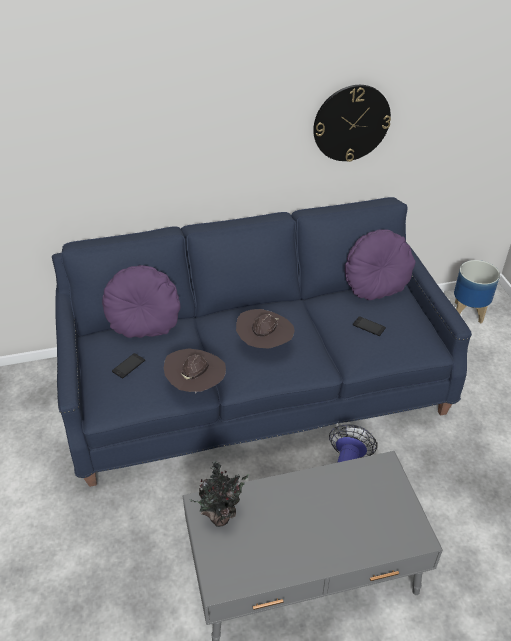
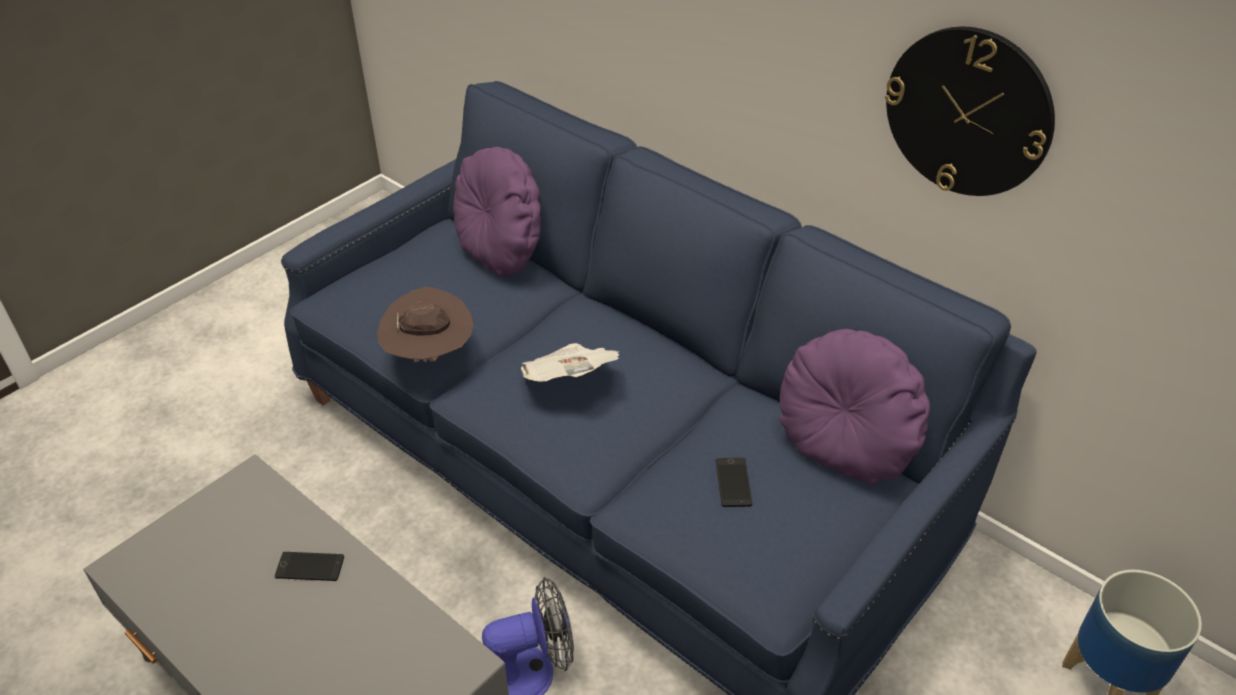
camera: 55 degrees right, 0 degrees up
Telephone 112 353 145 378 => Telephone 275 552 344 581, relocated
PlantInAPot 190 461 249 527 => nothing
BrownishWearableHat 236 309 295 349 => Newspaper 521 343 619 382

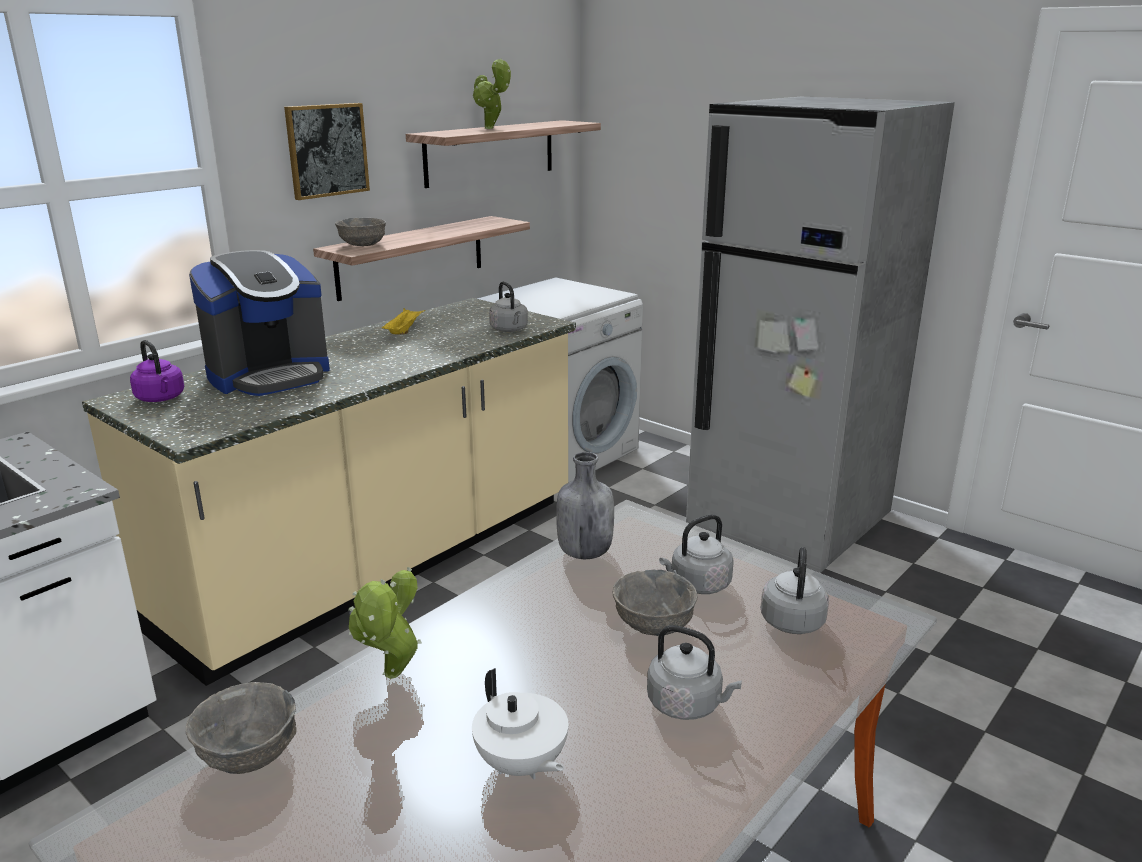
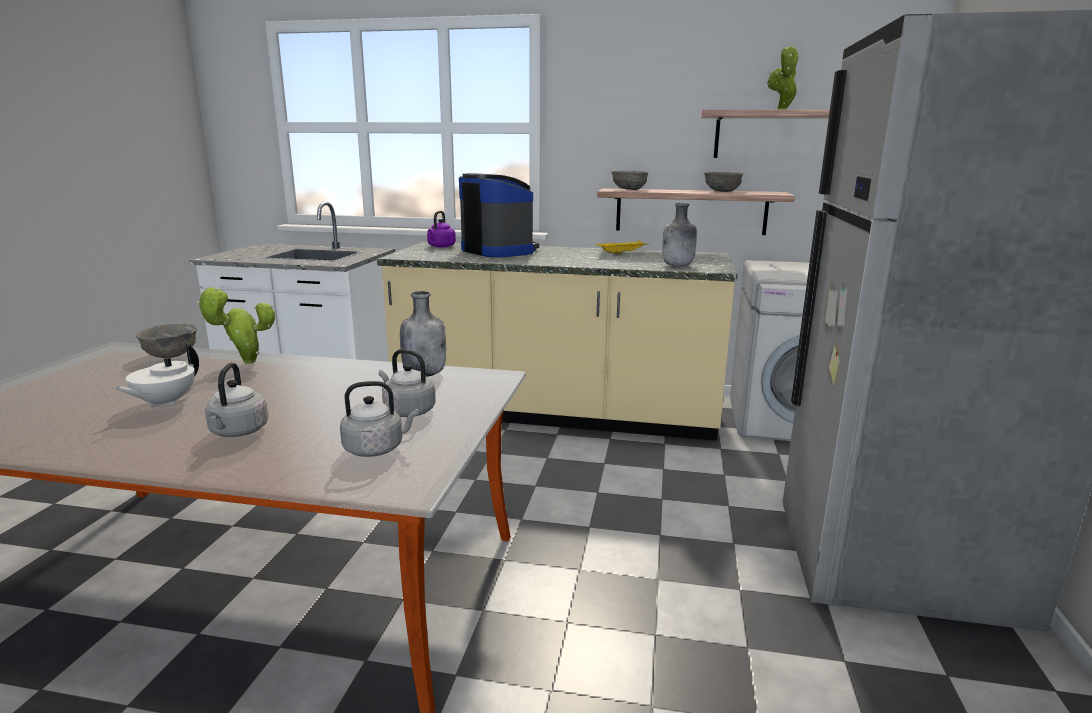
camera: 60 degrees right, 5 degrees down
CoffeeBrewer 189 250 330 396 => CoffeeBrewer 459 173 539 257, 150 degrees counterclockwise
WallArt 284 103 370 200 => nothing
GreyishKettle 489 282 528 332 => GreyishBottle 662 203 697 267
GreyishServingBowl 612 570 698 636 => GreyishServingBowl 704 172 743 192, relocated

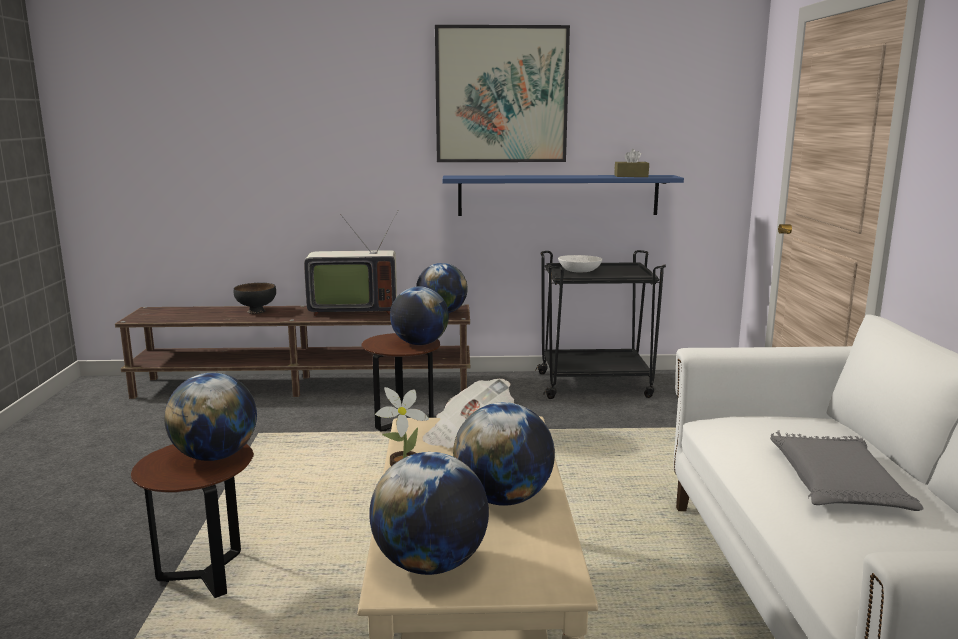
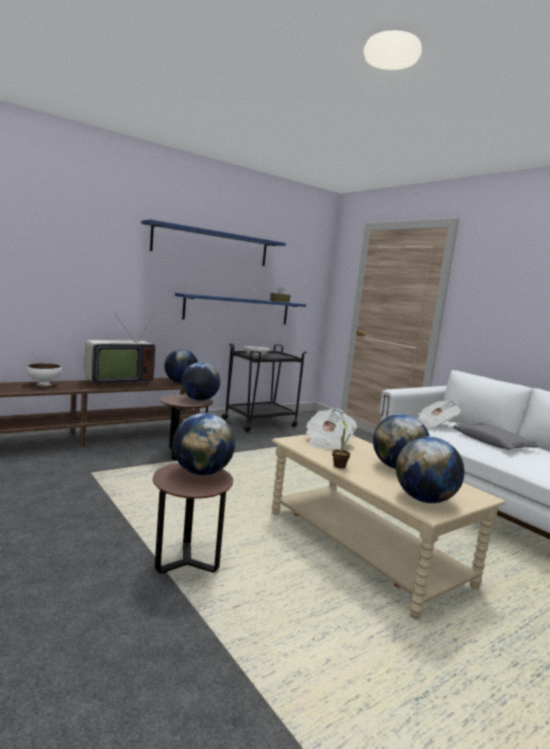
camera: 35 degrees left, 5 degrees down
BlackishServingBowl 234 283 276 314 => WhiteColouredServingBowl 27 363 62 386
WallArt 435 25 570 162 => BlueColouredShelf 141 219 286 266
nothing => Newspaper 417 401 461 428

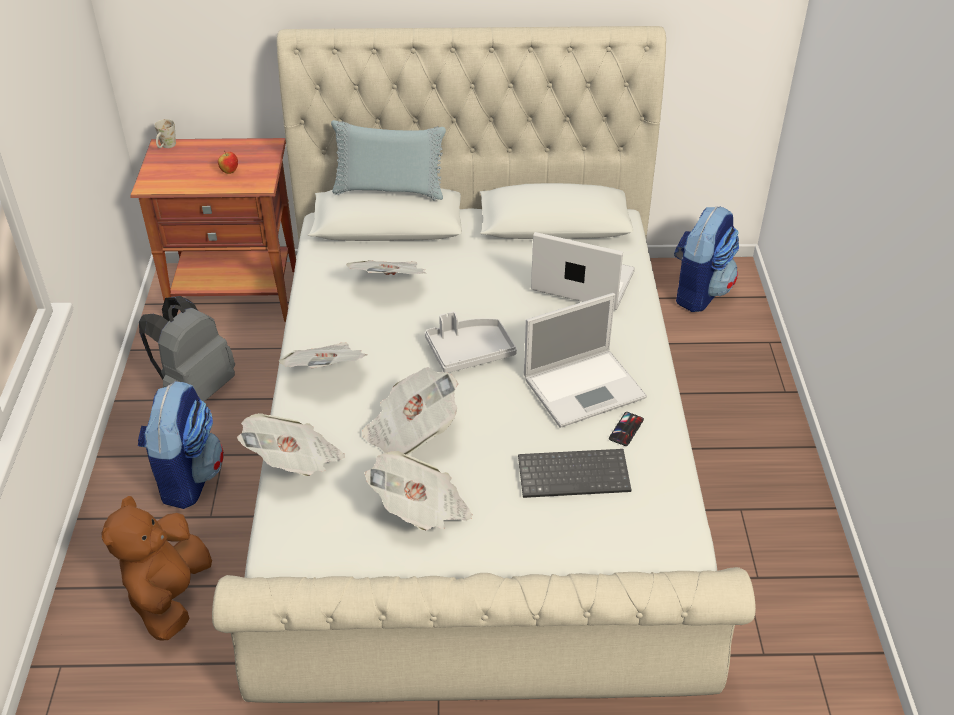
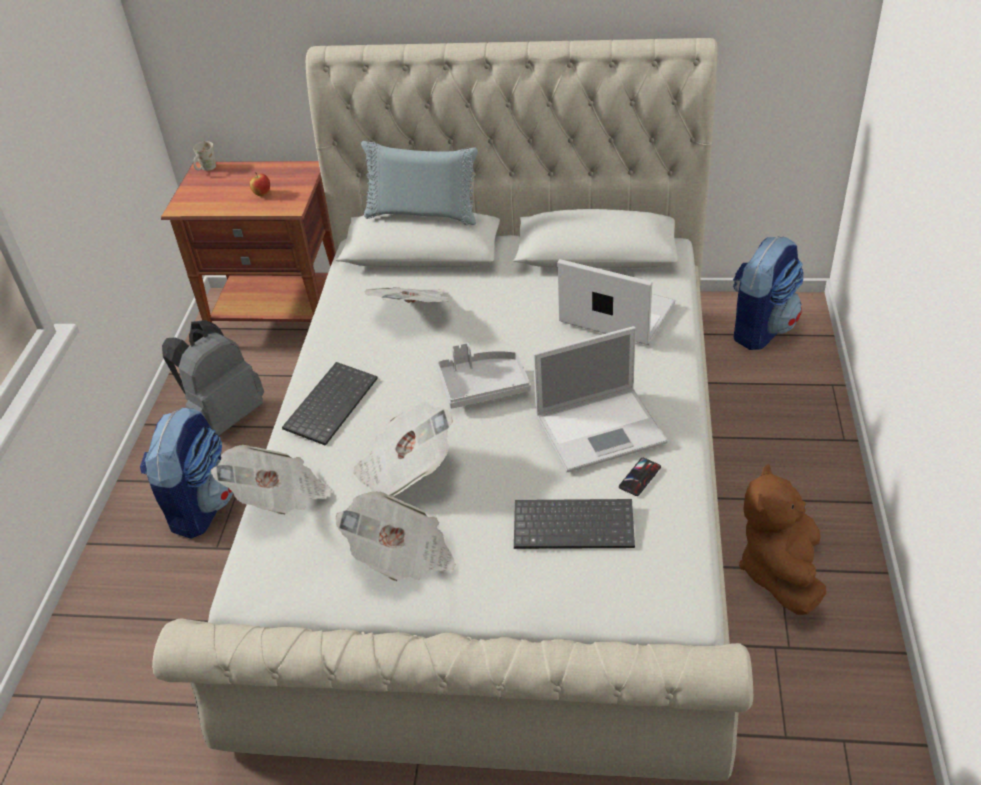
camera: 10 degrees right, 0 degrees up
BrownishPlushToy 101 496 212 641 => BrownishPlushToy 739 464 826 615, relocated
Newspaper 279 343 367 368 => ComputerKeyboard 282 362 378 446

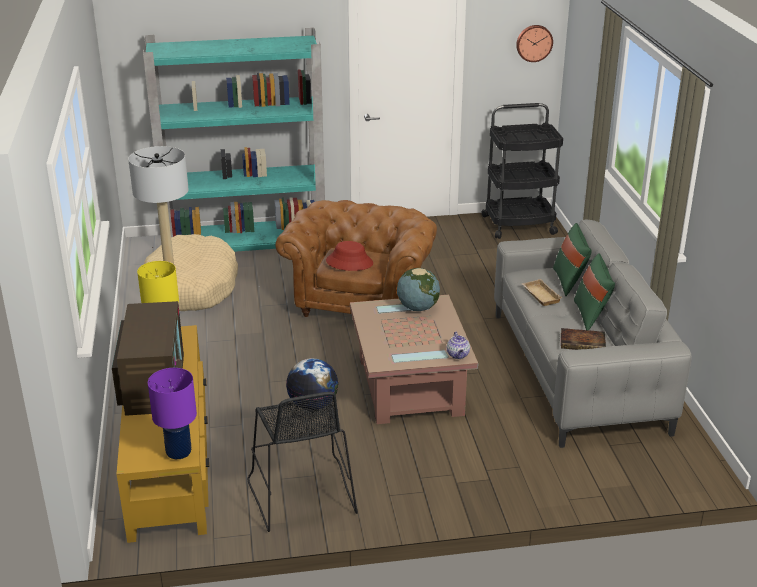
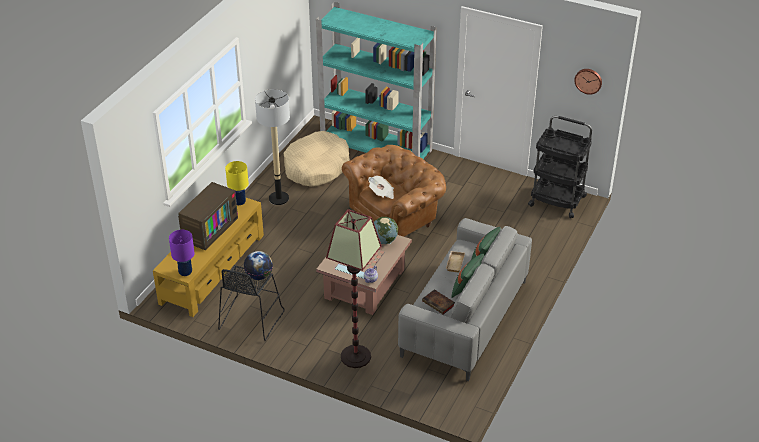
camera: 35 degrees right, 10 degrees up
RedColouredWearableHat 326 241 373 271 => Newspaper 368 176 394 199
nothing => StandardLamp 326 209 382 368

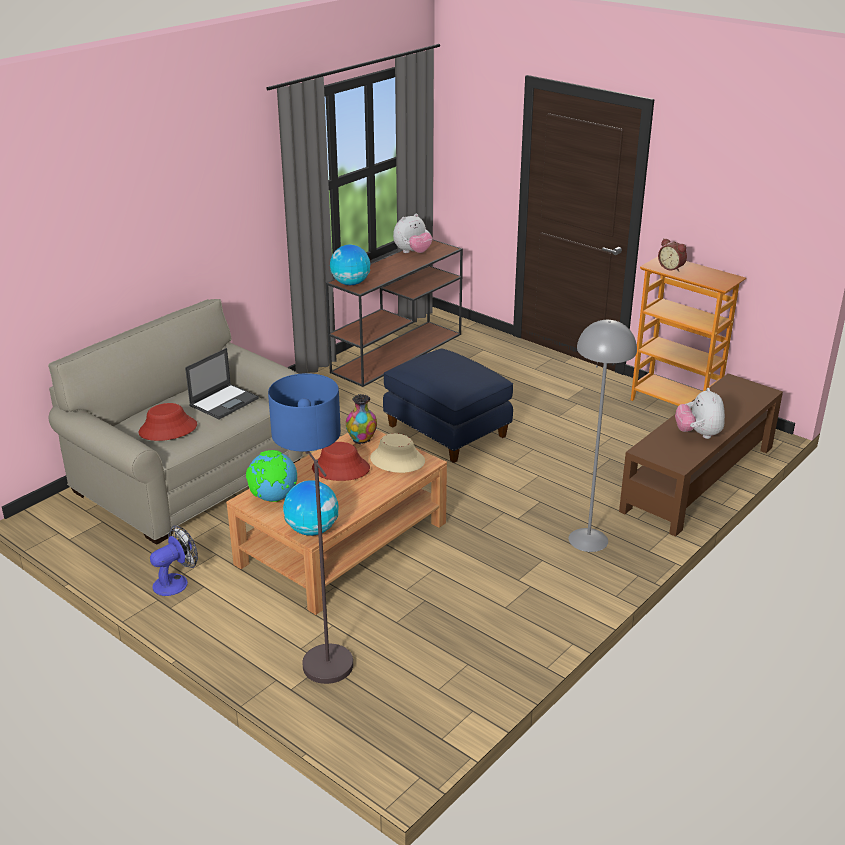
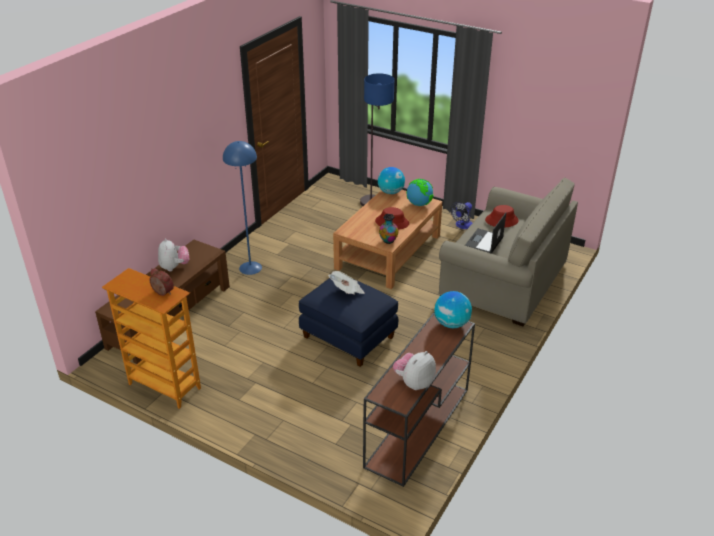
camera: 170 degrees right, 5 degrees up
SandColouredWearableHat 370 433 425 473 => nothing
GreyishStandardLamp 568 320 637 552 => BlueColouredStandardLamp 223 141 262 275
nothing => Newspaper 328 271 364 295

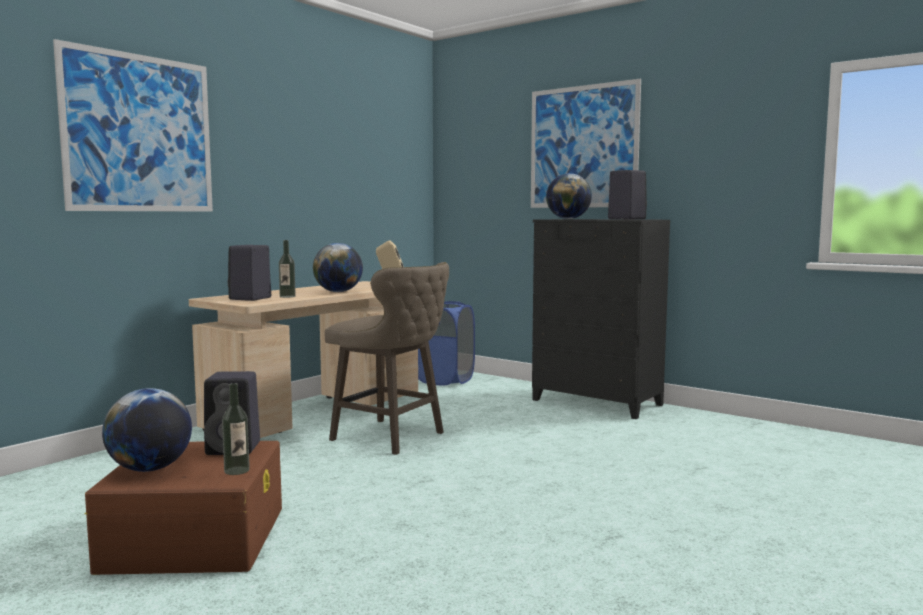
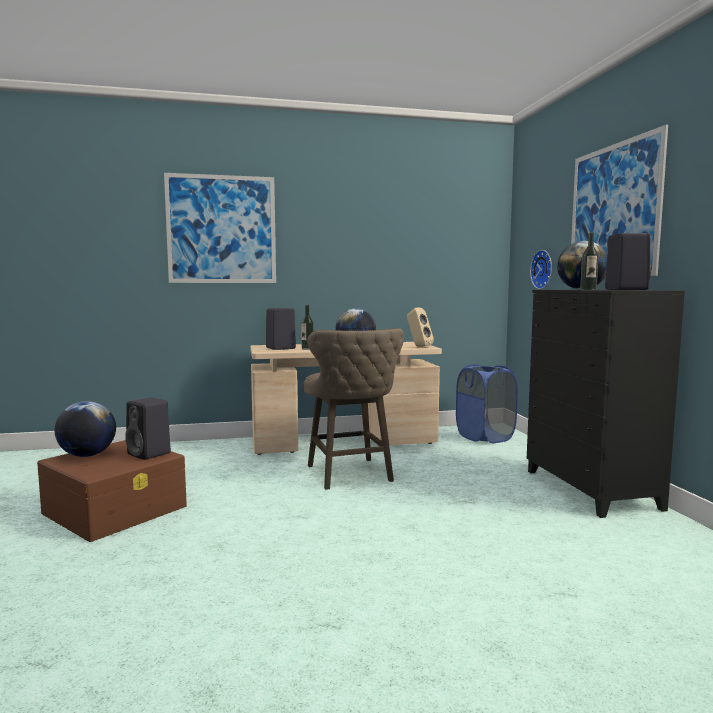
camera: 40 degrees right, 0 degrees up
Bottle 222 383 250 475 => Bottle 580 233 599 290, relocated
nothing => ClockOnTheWall 530 250 552 289

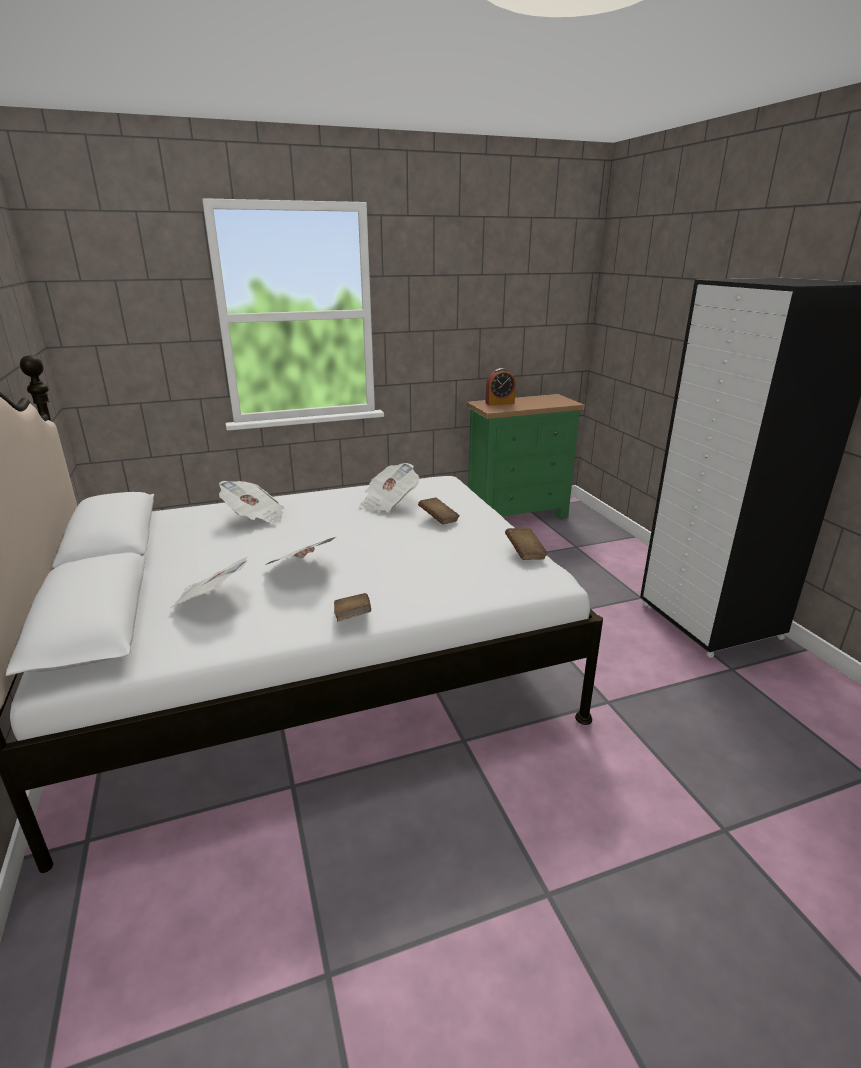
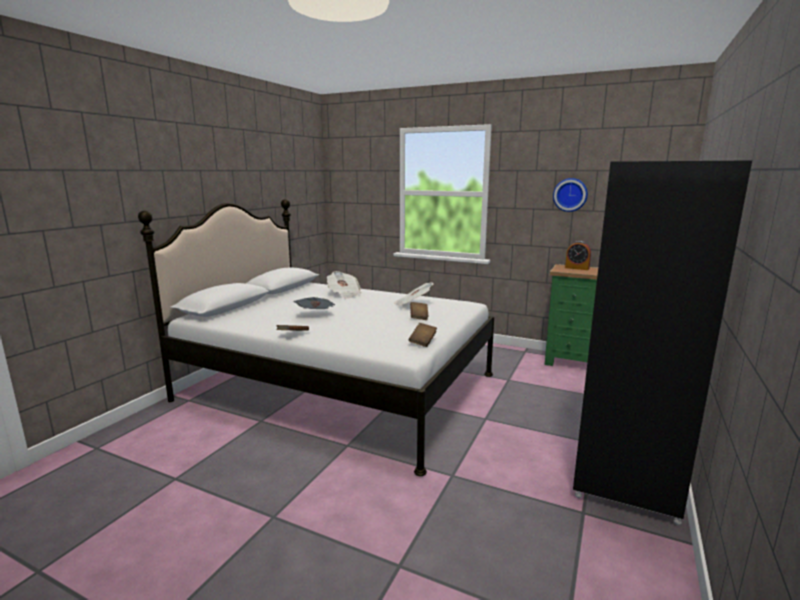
camera: 45 degrees right, 10 degrees down
Newspaper 172 557 247 607 => nothing
nothing => ClockOnTheWall 553 178 588 212

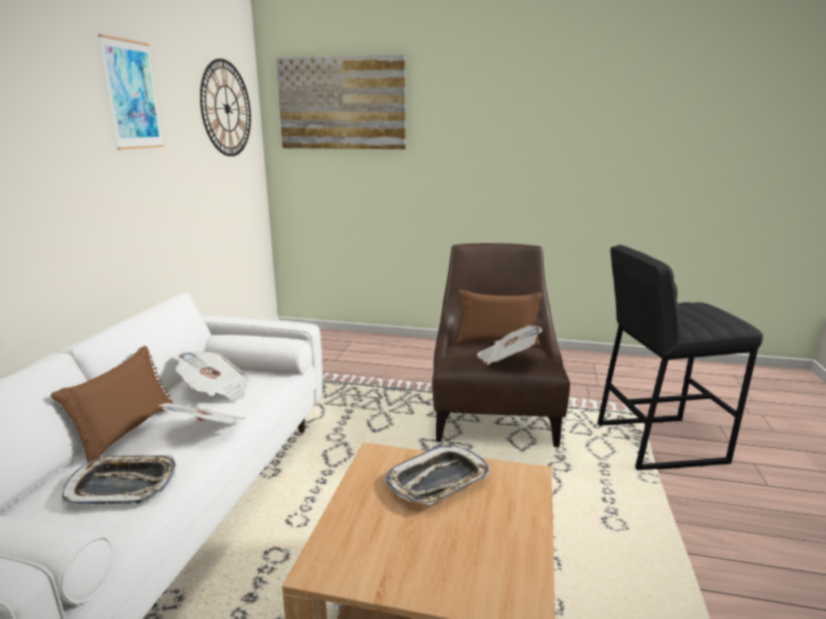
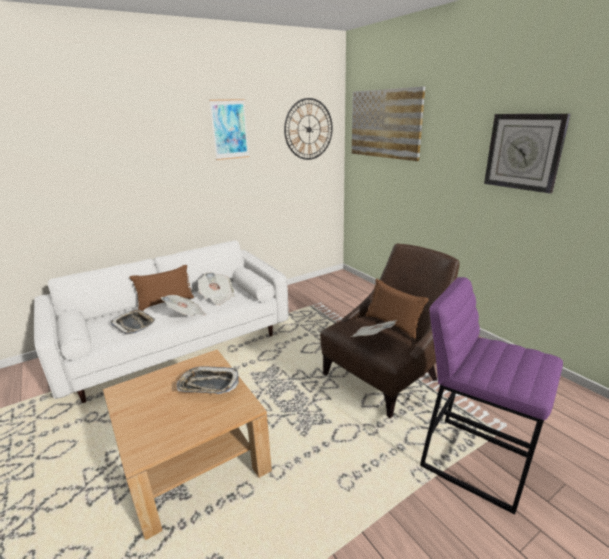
camera: 45 degrees right, 5 degrees up
BlackishStool 598 245 763 470 => PurplishStool 420 277 563 515
nothing => ClockOnTheWall 484 114 571 194

